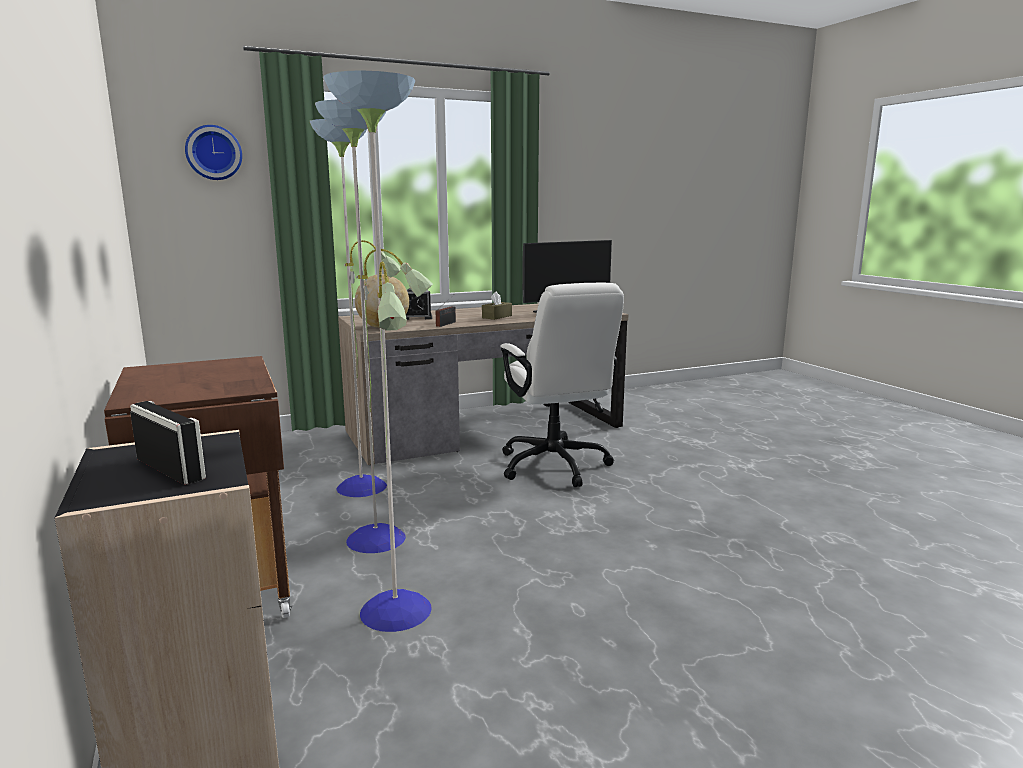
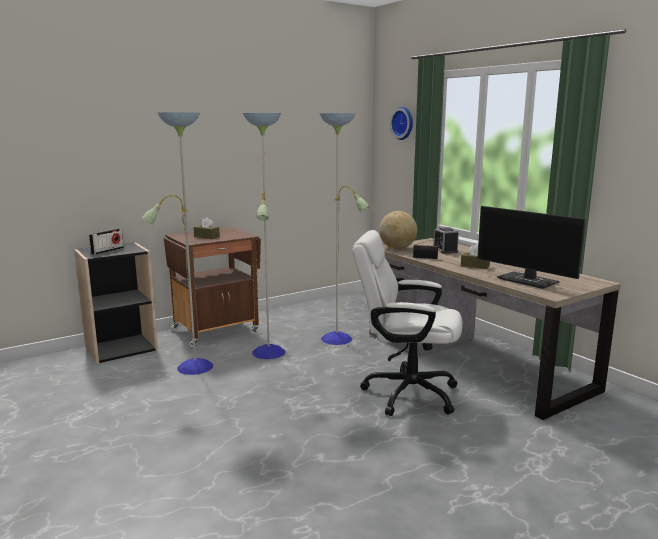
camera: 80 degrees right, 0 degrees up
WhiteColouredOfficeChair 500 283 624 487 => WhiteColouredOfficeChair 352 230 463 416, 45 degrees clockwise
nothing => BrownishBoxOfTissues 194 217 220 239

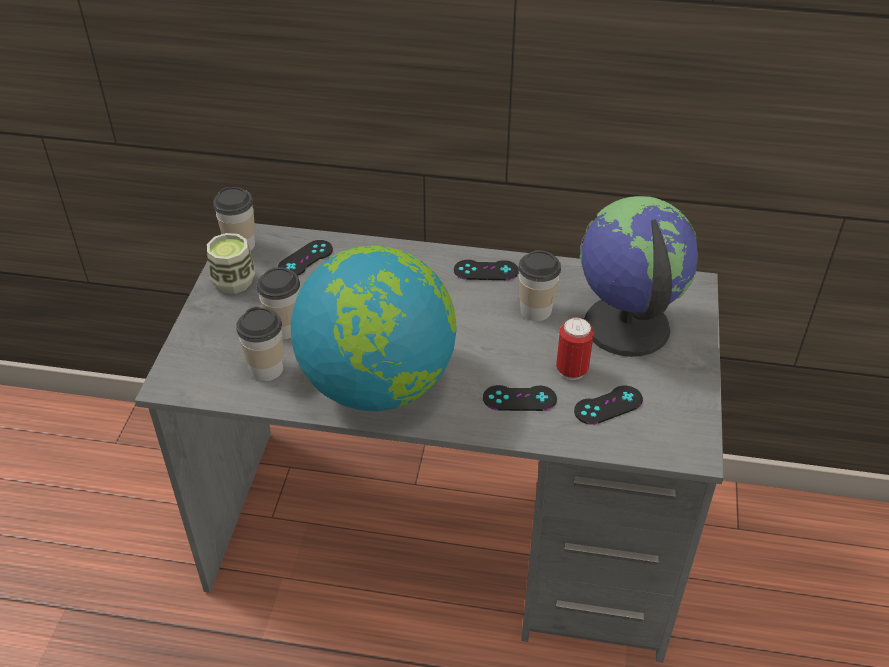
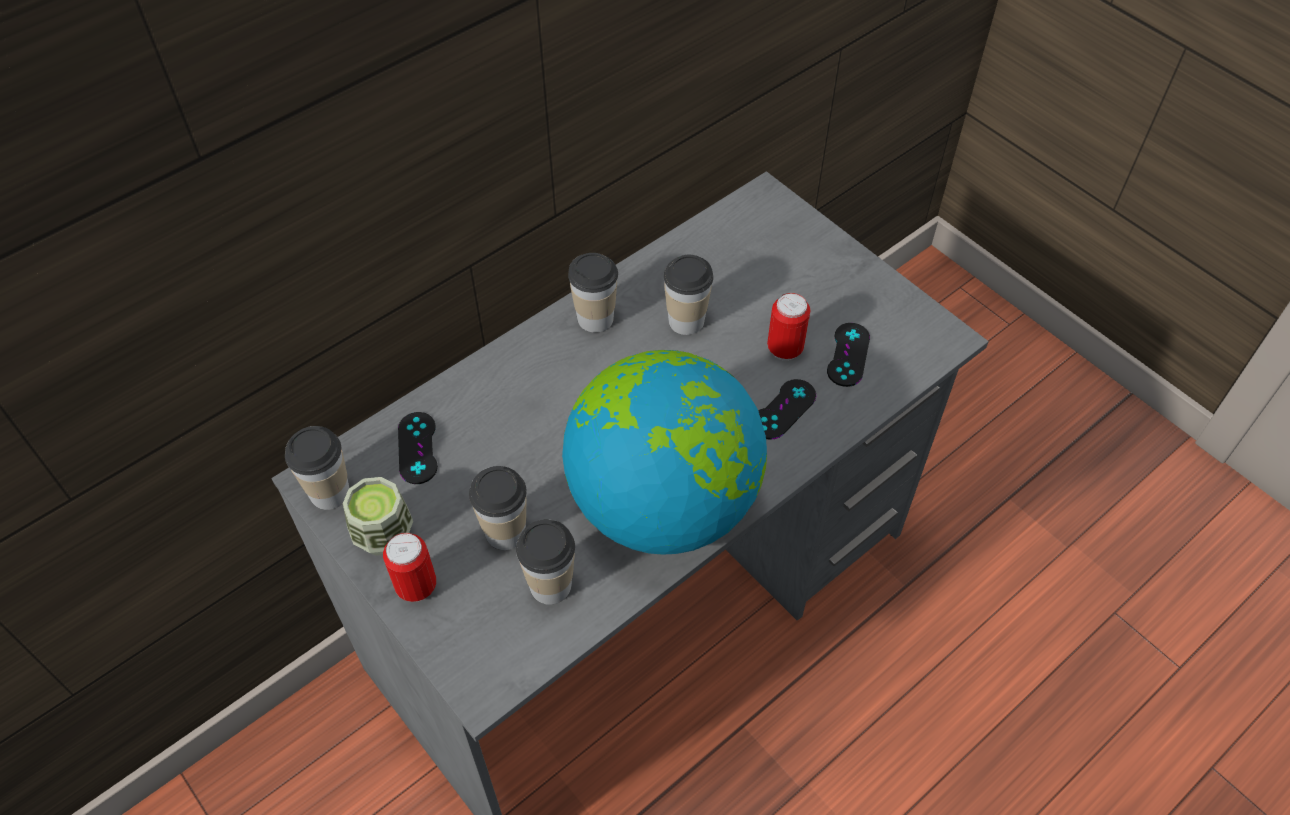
camera: 50 degrees left, 10 degrees up
BlackishGamepad 454 260 519 280 => Cup 568 253 618 333
DeskGlobe 580 196 698 357 => nothing
nothing => SealedCan 383 533 436 602

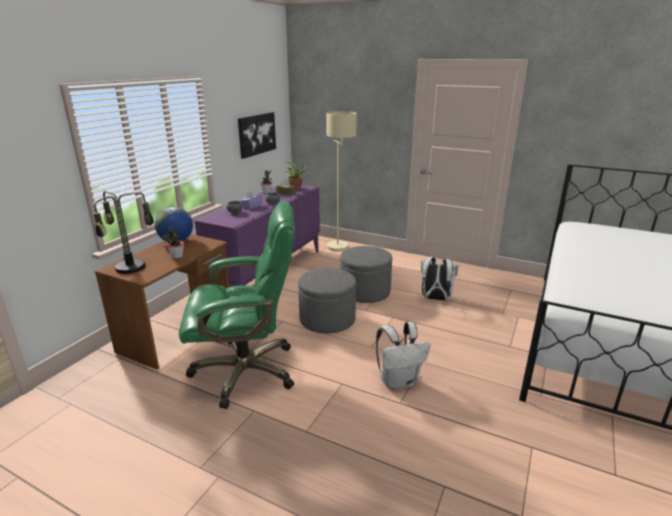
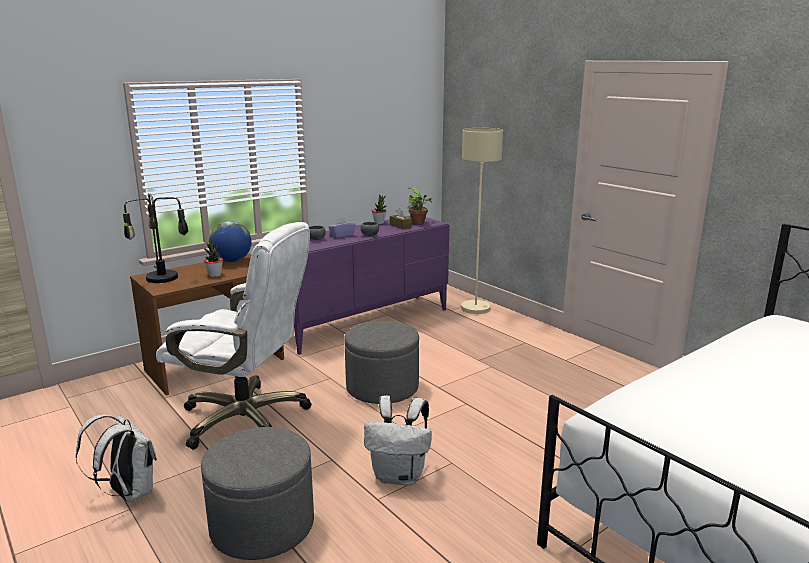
camera: 25 degrees right, 5 degrees down
GreenColouredOfficeChair 179 201 295 409 => WhiteColouredOfficeChair 156 222 312 450
WallArt 238 112 276 159 => nothing
GreyishFootrest 340 246 392 303 => GreyishFootrest 201 427 314 560, relocated
WhiteColouredKnapsack 421 257 458 301 => WhiteColouredKnapsack 76 414 157 503, relocated

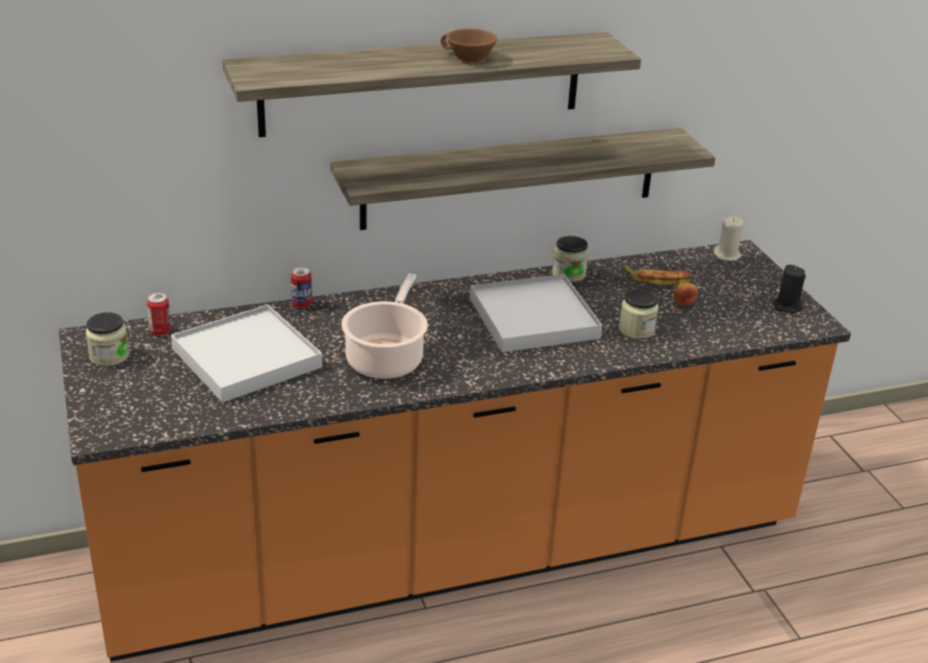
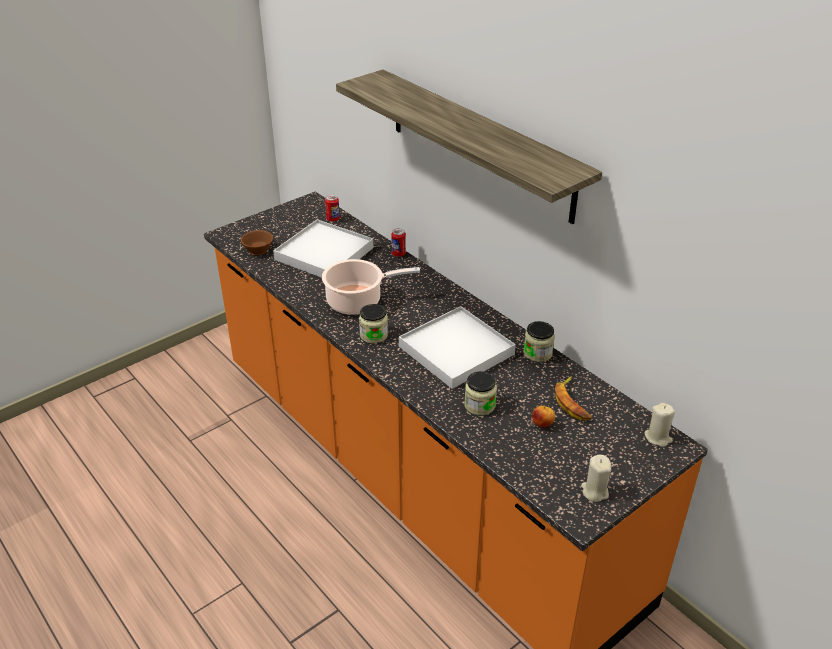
camera: 70 degrees right, 5 degrees up
PreserveJar 86 312 129 366 => PreserveJar 359 304 388 344, relocated
Shelf 331 128 715 230 => nothing
BrownishCup 441 28 497 63 => BrownishCup 241 230 273 255, relocated
BlackishCandle 773 265 806 313 => SandColouredCandle 581 455 611 502

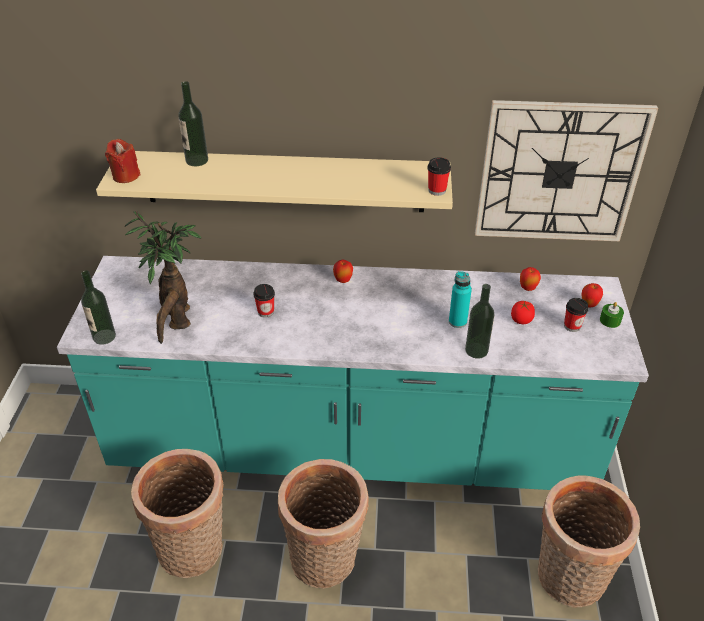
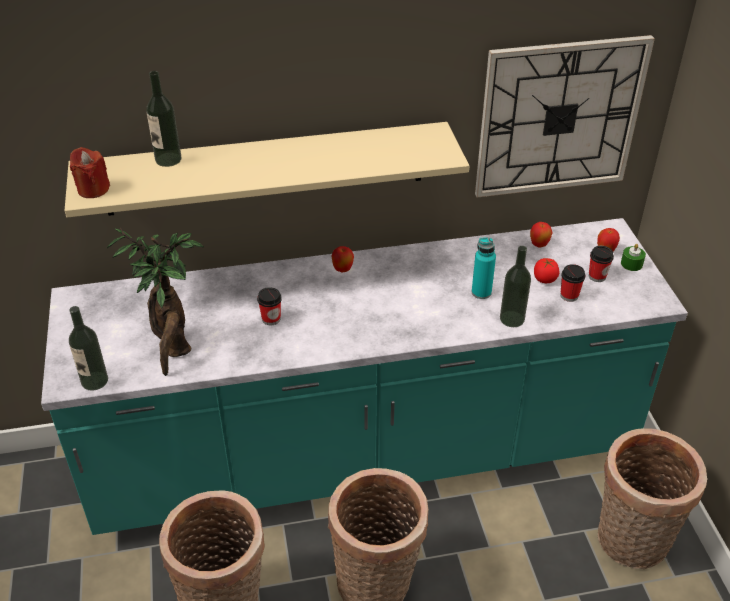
camera: 15 degrees left, 0 degrees up
Cup 427 157 451 196 => Cup 560 264 585 302, relocated

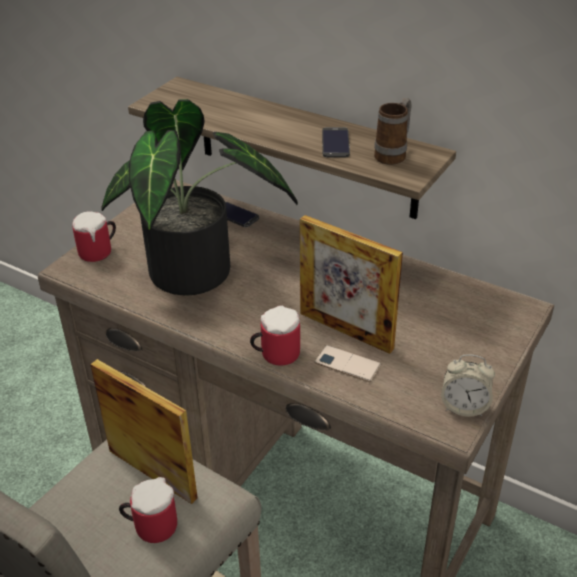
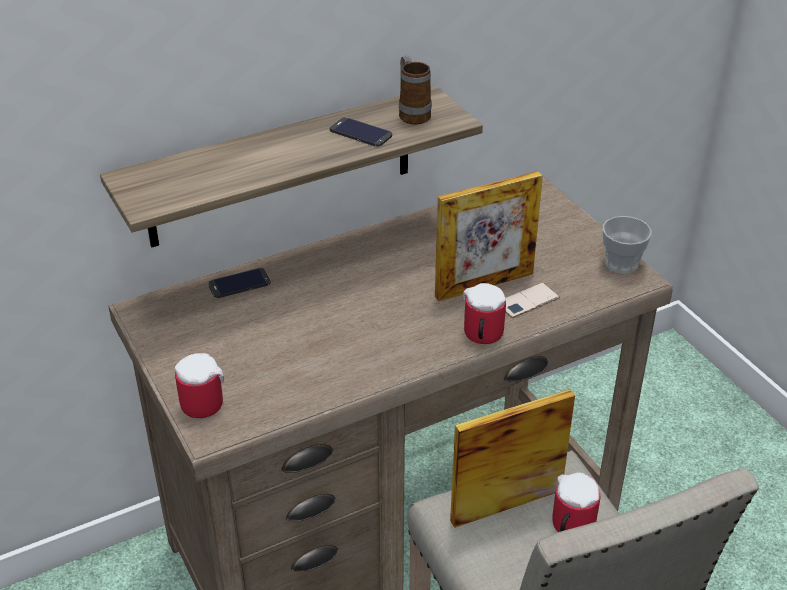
camera: 60 degrees left, 0 degrees up
PlantInAPot 101 99 298 295 => nothing
BedsideClock 441 354 495 417 => Cup 603 216 652 274

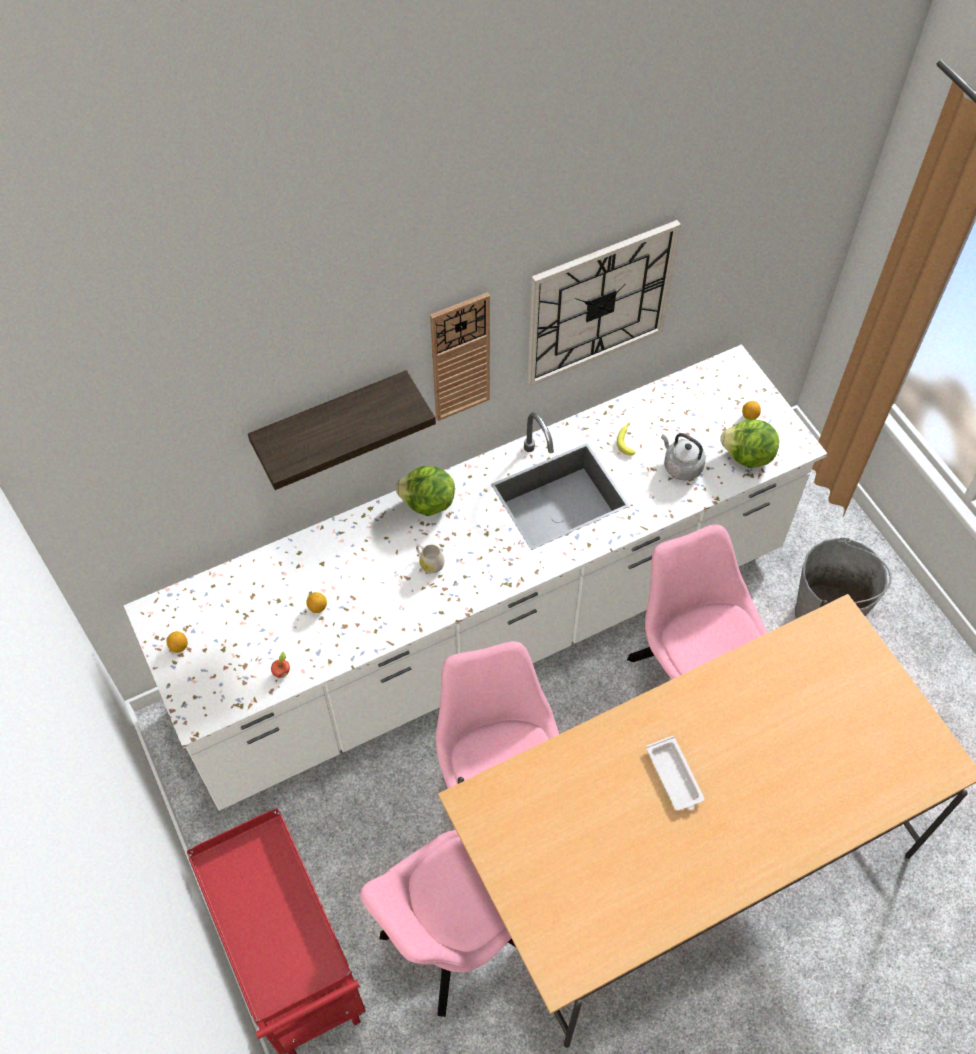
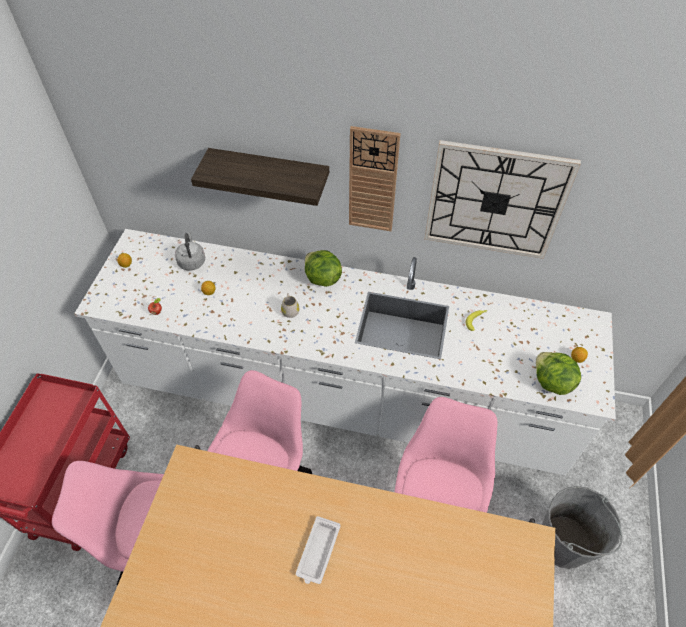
camera: 40 degrees right, 5 degrees down
GreyishKettle 661 433 706 481 => GreyishKettle 175 233 205 271, relocated

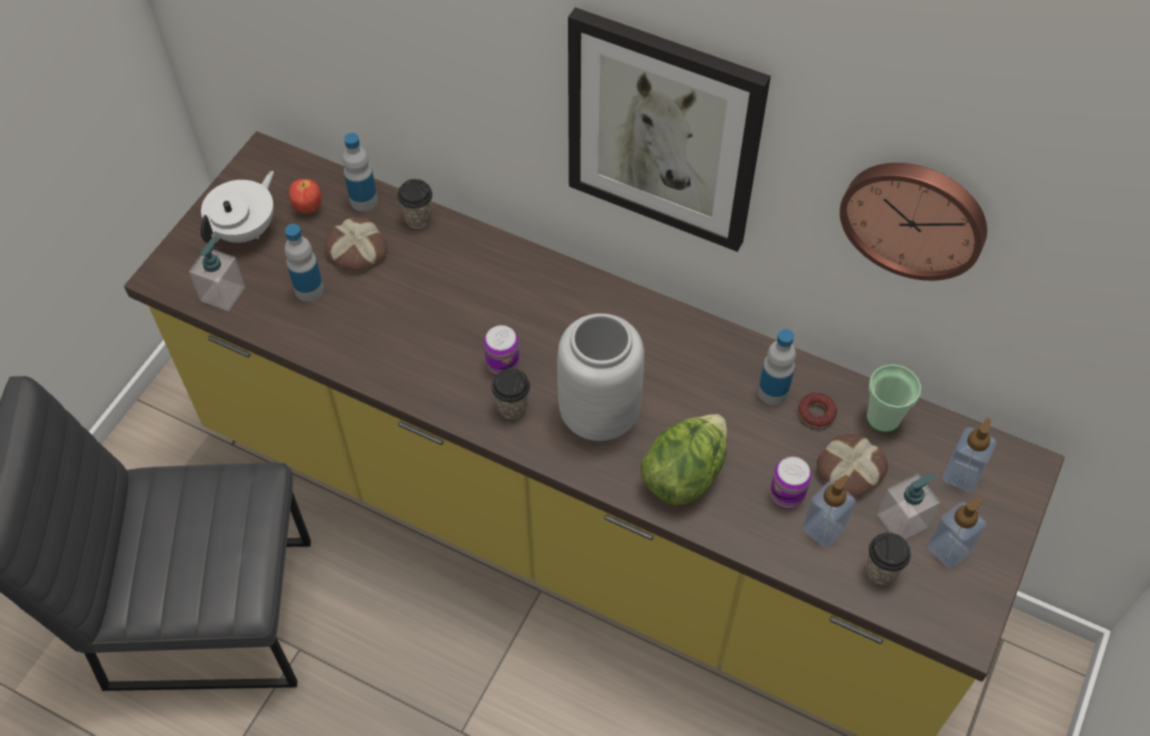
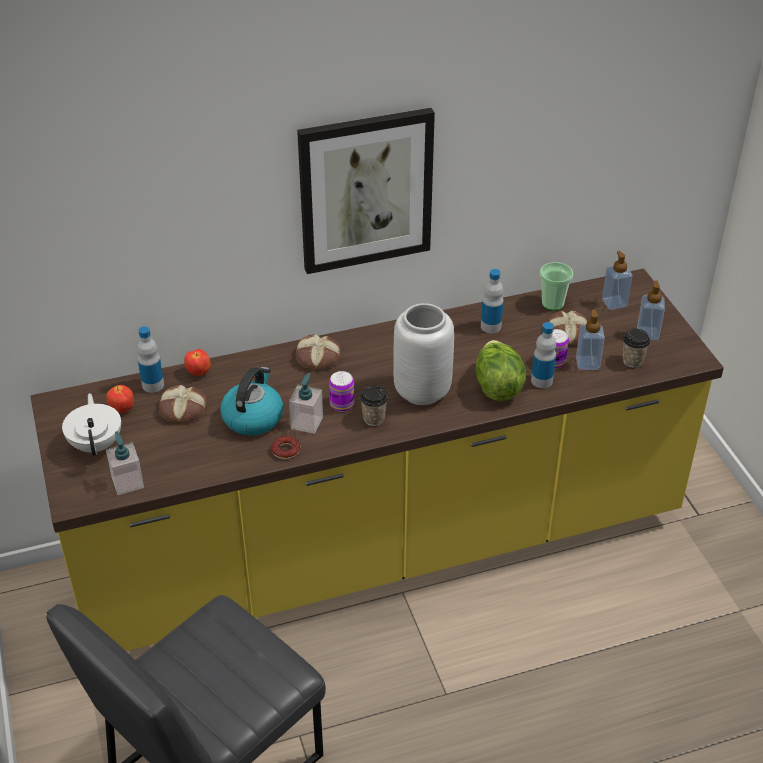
camera: 45 degrees left, 15 degrees down
Bottle 285 224 324 302 => Bottle 531 322 556 388, relocated
Cup 397 179 433 229 => AppleFruit 184 349 211 376
RingDoughnut 798 393 837 428 => RingDoughnut 271 436 300 459, relocated
ClockOnTheWall 840 163 987 281 => nothing
SoapDispenser 877 473 940 539 => SoapDispenser 289 373 323 434, relocated
nothing => Kettle 220 367 283 436
nothing => Bread 296 334 341 369

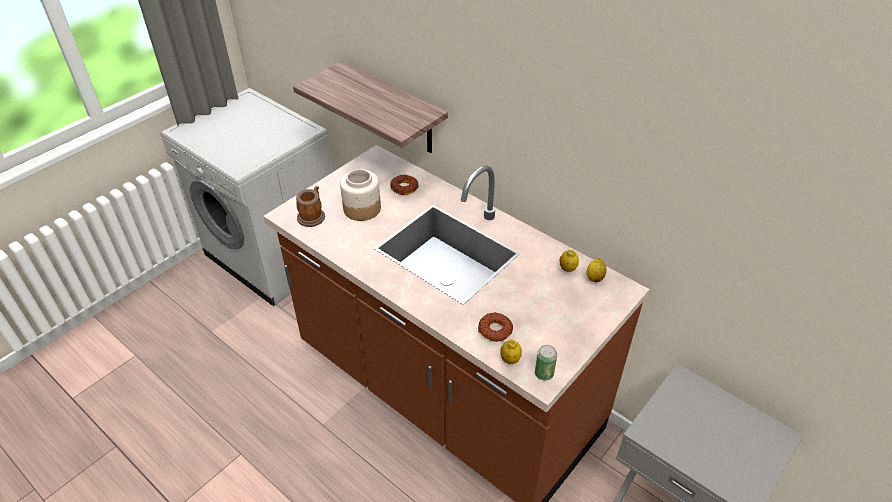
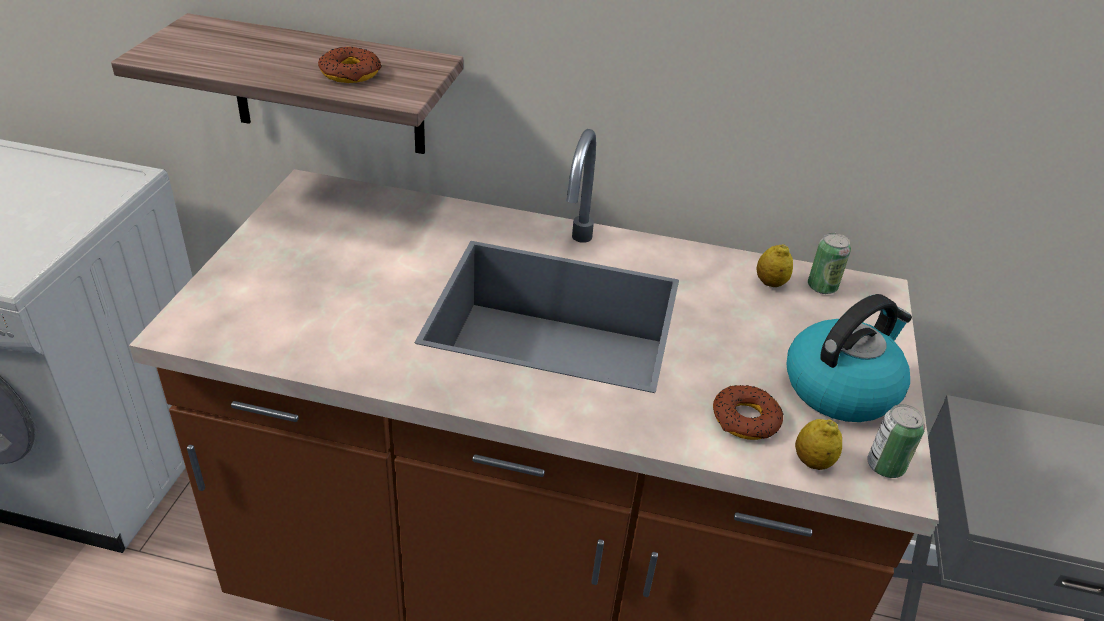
camera: 30 degrees left, 5 degrees down
Mug 296 186 325 227 => nothing
PreserveJar 340 169 381 221 => nothing
RingDoughnut 390 175 418 195 => RingDoughnut 318 47 381 83, relocated
Lemon 587 257 606 282 => SealedCan 808 233 851 294
nothing => Kettle 786 294 912 422

